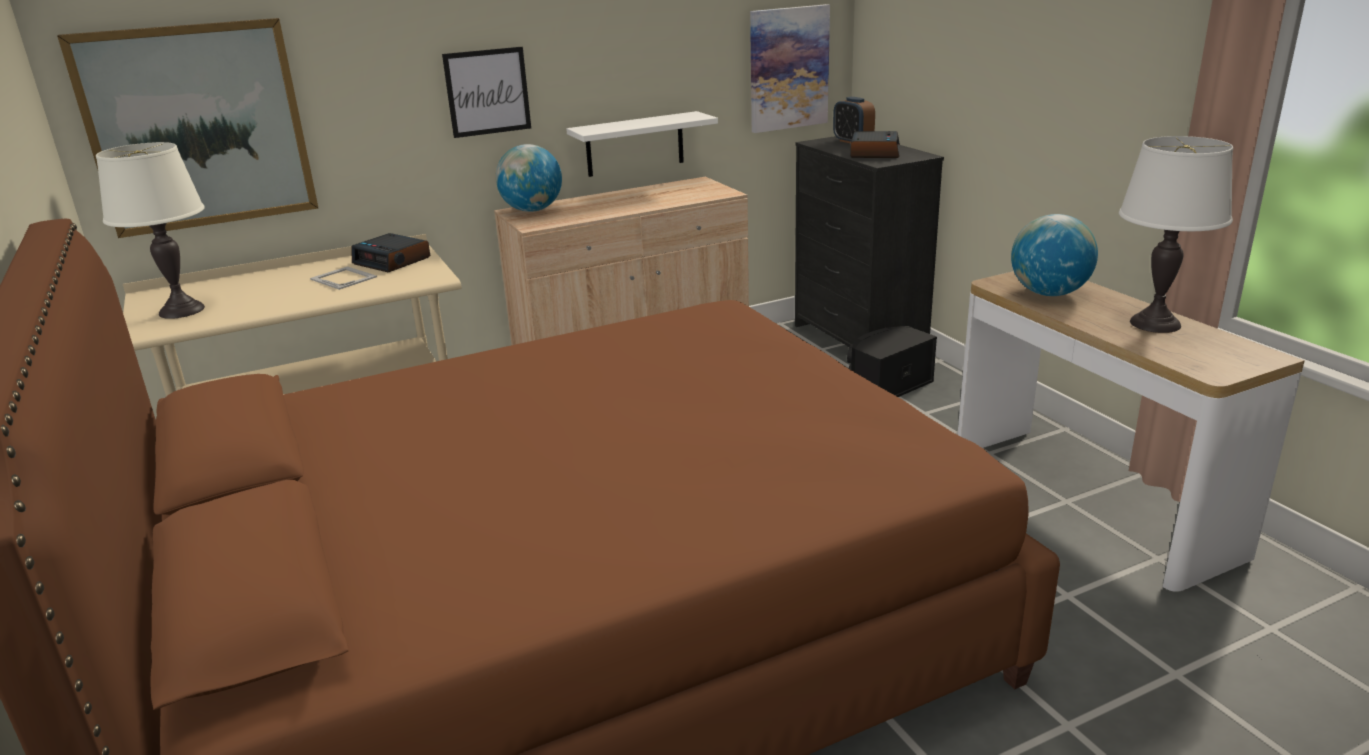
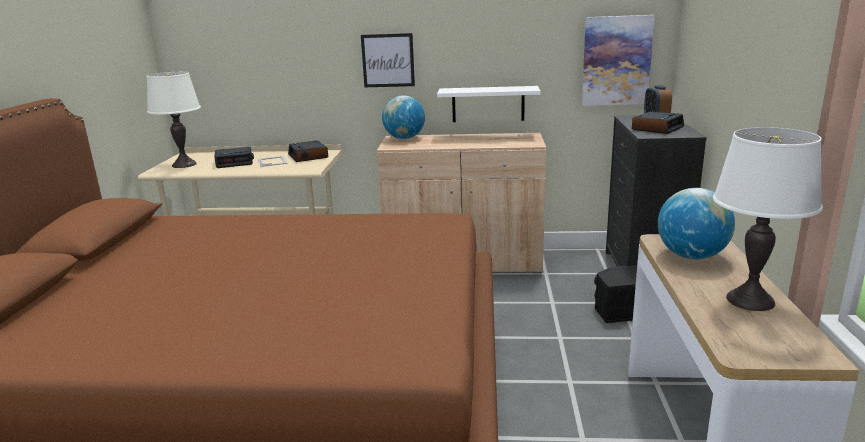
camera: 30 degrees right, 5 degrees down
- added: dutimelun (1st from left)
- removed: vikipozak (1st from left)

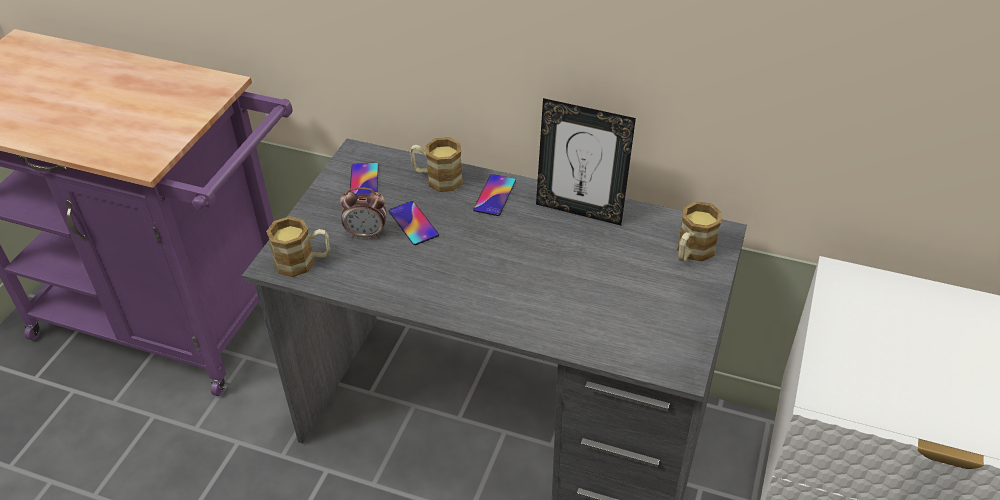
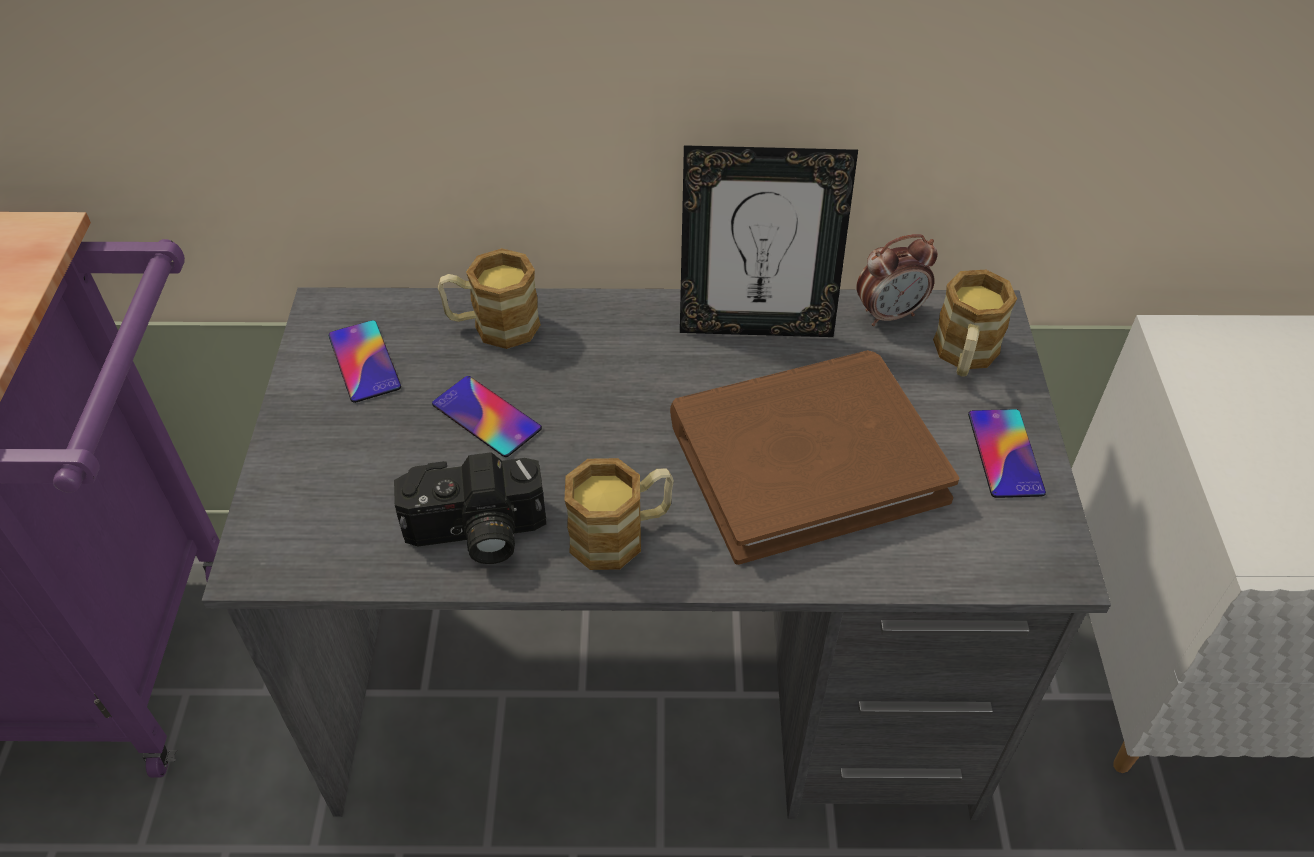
camera: 20 degrees left, 5 degrees up
- added: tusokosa
- moved: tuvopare (1st from left in the first image) to tuvopare (2nd from left)
- added: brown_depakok
- moved: dutimelun
- moved: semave (3rd from left)

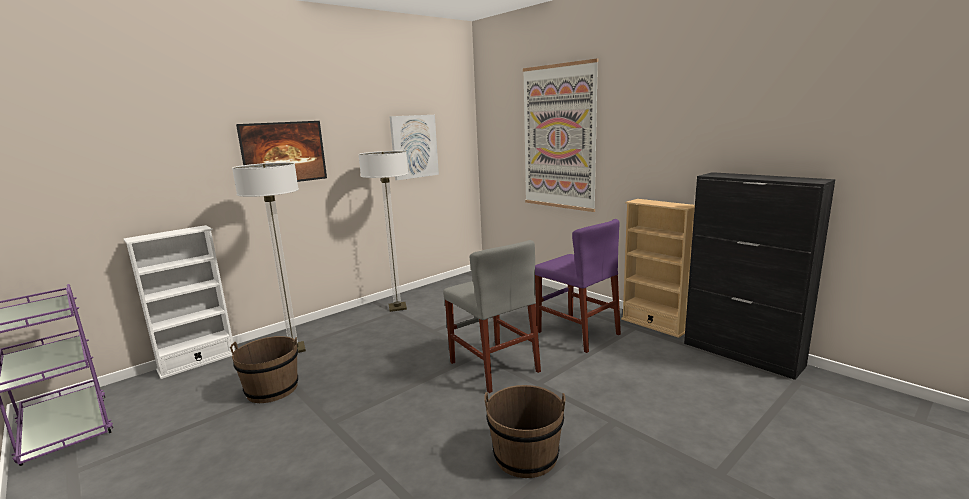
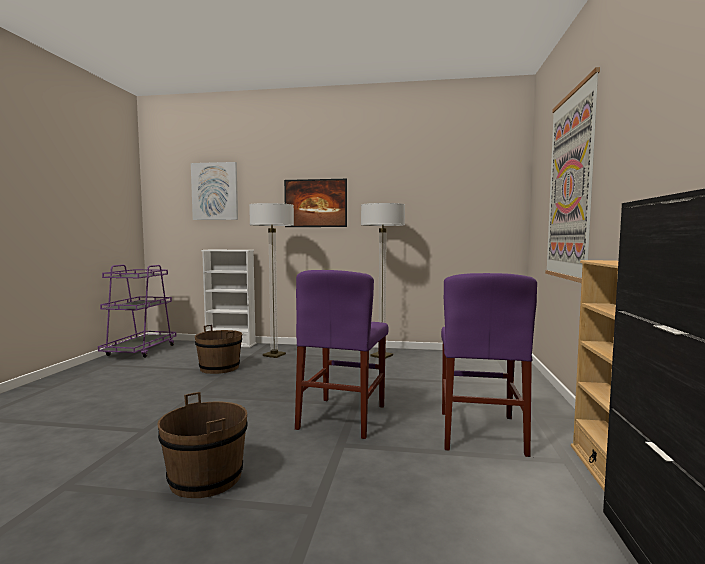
camera: 50 degrees right, 10 degrees down
- moved: vikipozak (2nd from left in the first image) to vikipozak (1st from left)
- recoloured: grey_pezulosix to purple_pezulosix (1st from left)

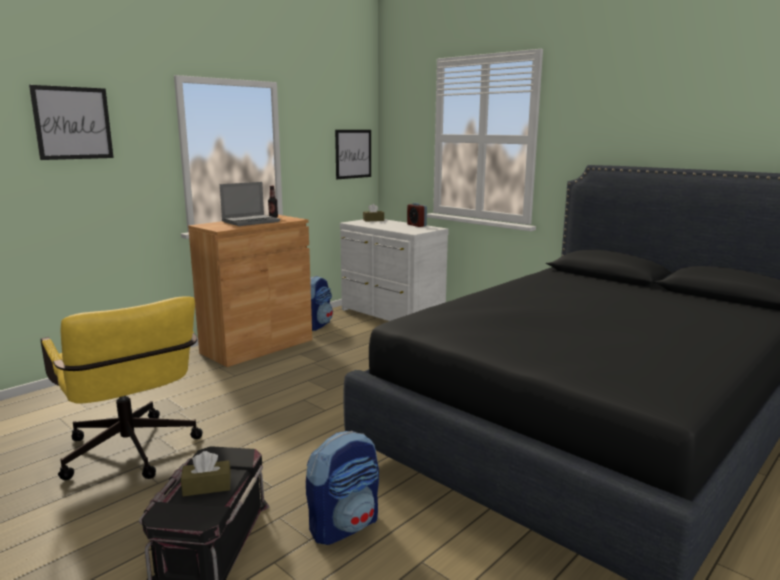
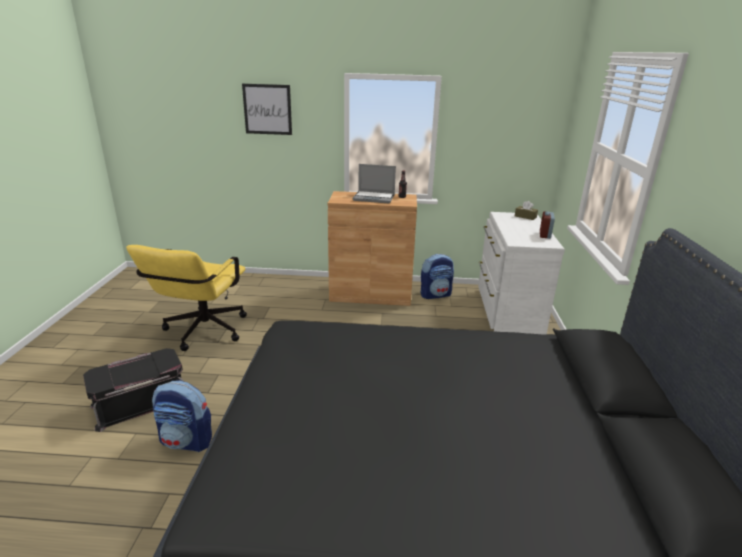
camera: 50 degrees right, 10 degrees up
- removed: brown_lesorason (1st from left)
- removed: vikipozak (2nd from left)

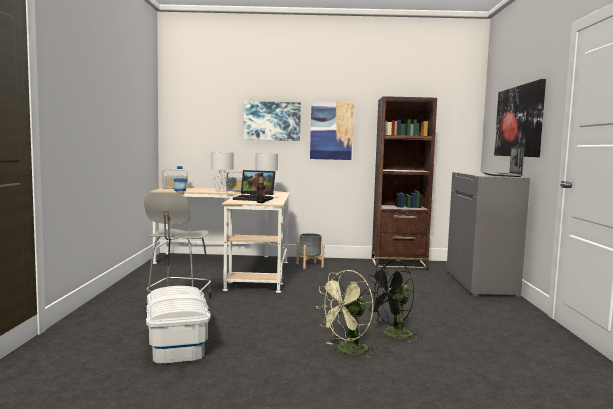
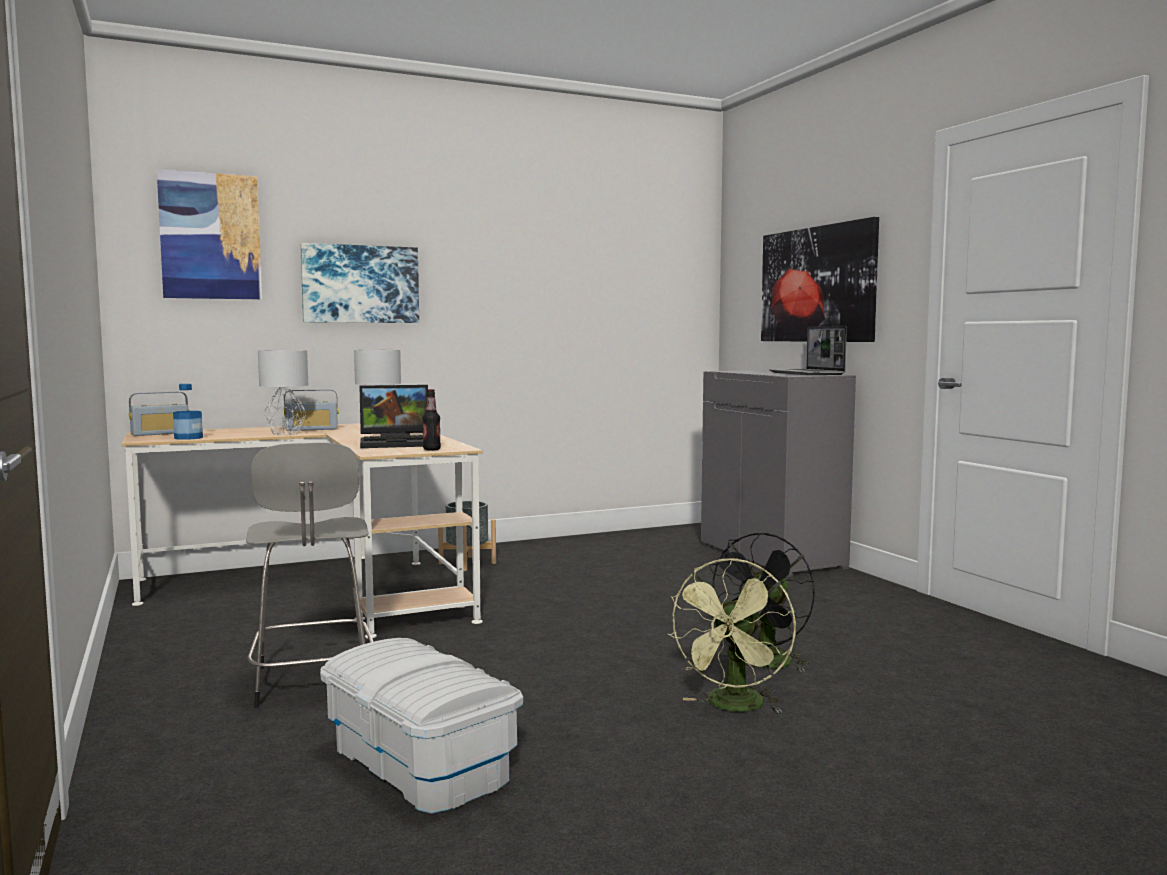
camera: 25 degrees left, 0 degrees up
- moved: vikipozak (2nd from left in the first image) to vikipozak (1st from left)
- removed: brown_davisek

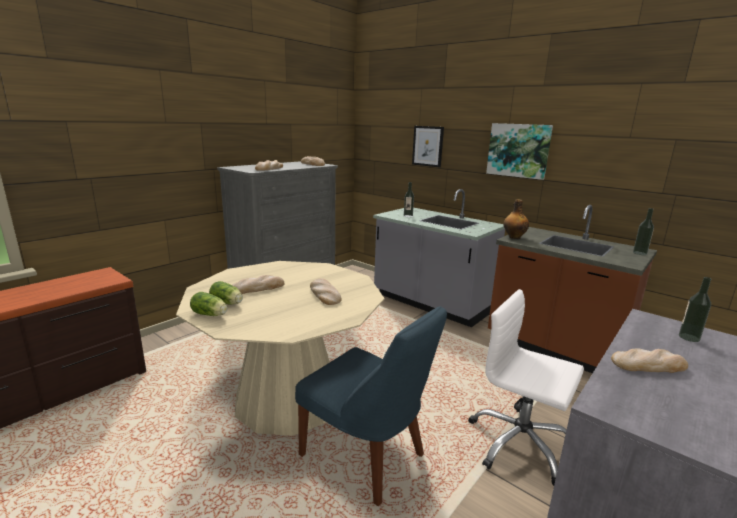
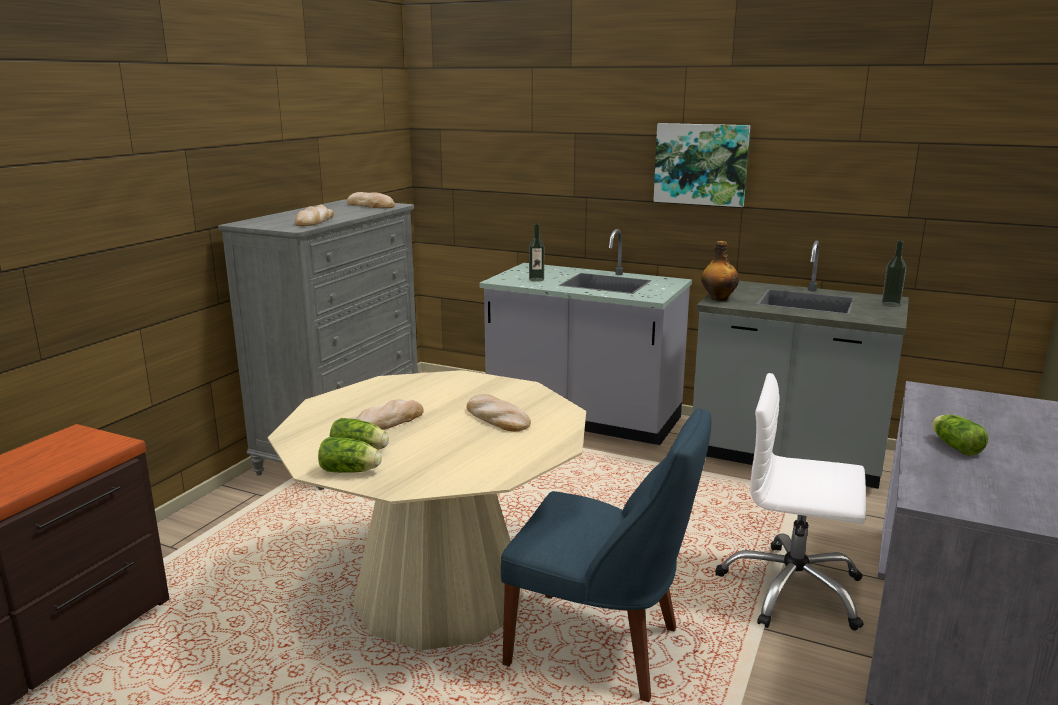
camera: 15 degrees left, 0 degrees up
- recoloured: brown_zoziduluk to grey_zoziduluk (2nd from left)
- replaced: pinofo (5th from left) to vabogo (3rd from left)
- removed: vikipozak (1st from left)
- removed: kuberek (4th from left)

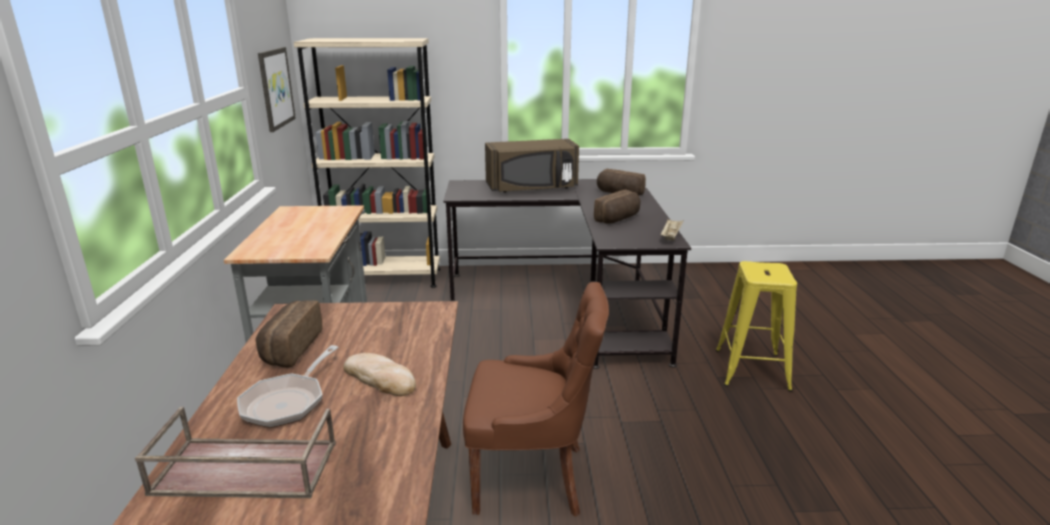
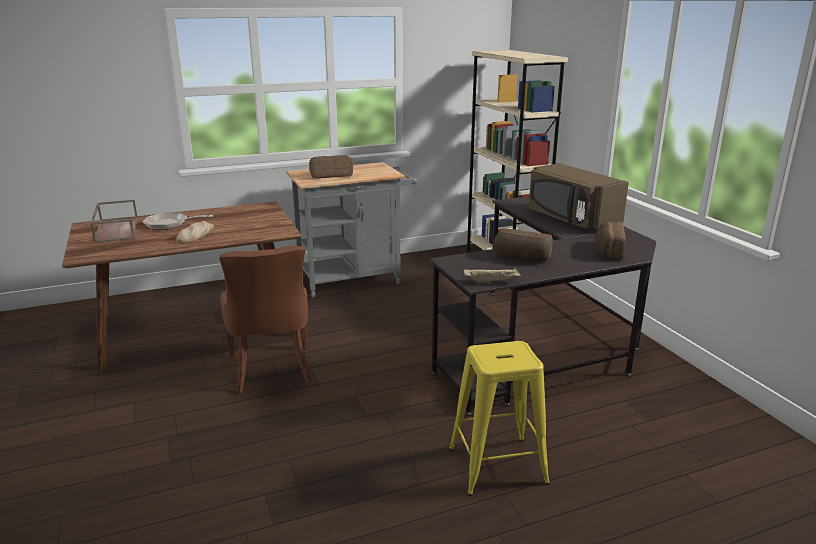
camera: 70 degrees right, 0 degrees up
- moved: pinofo (1st from left in the first image) to pinofo (2nd from left)
- removed: vikipozak

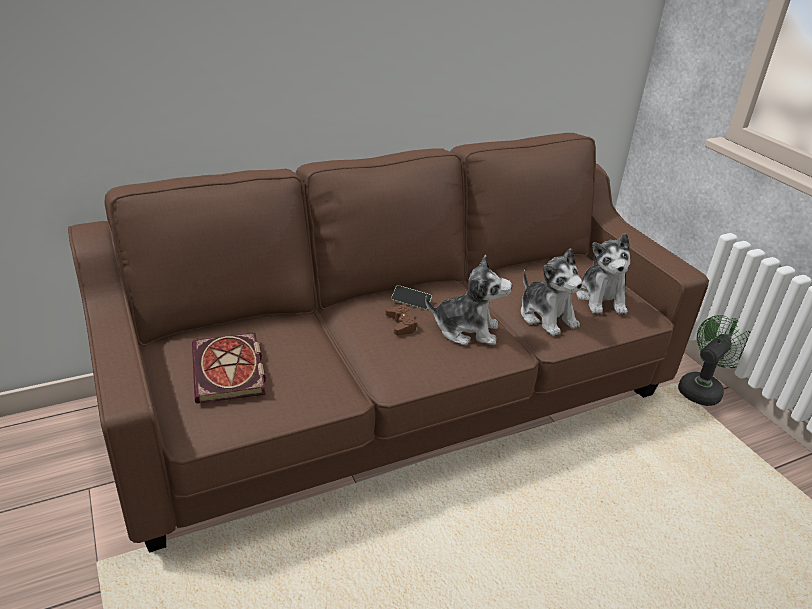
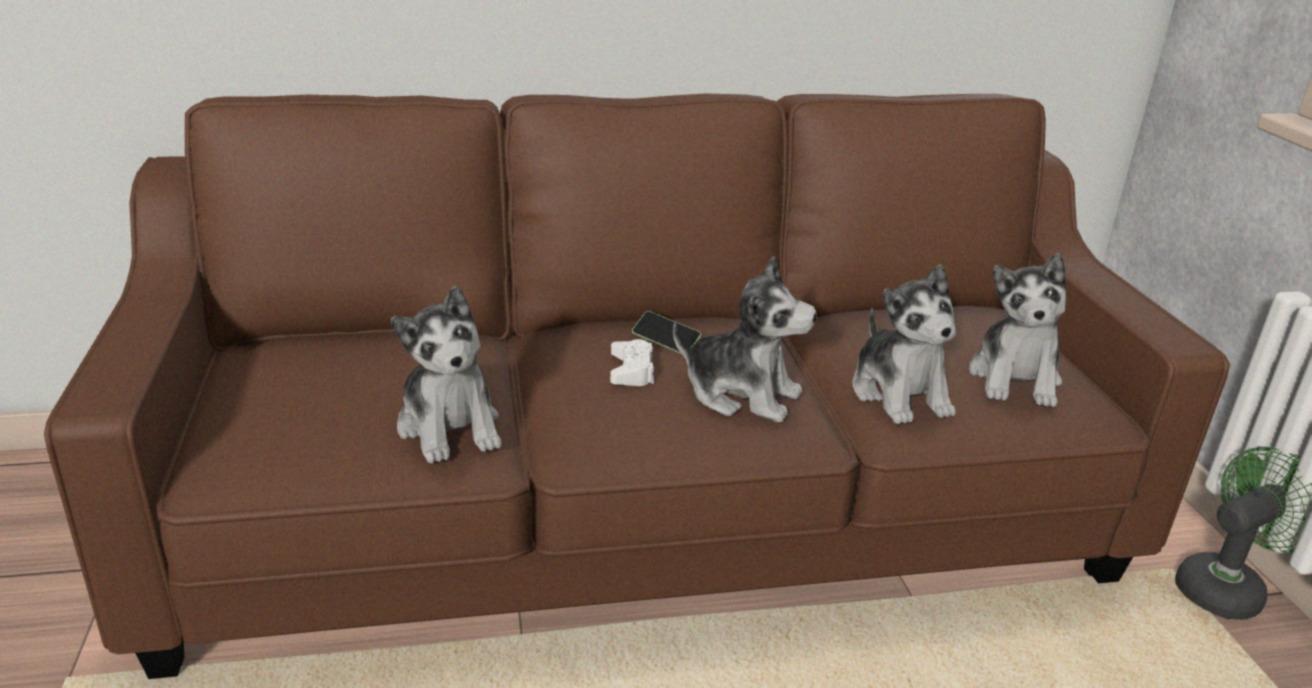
camera: 15 degrees right, 5 degrees down
- added: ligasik (1st from left)
- recoloured: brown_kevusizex to white_kevusizex
- removed: depakok

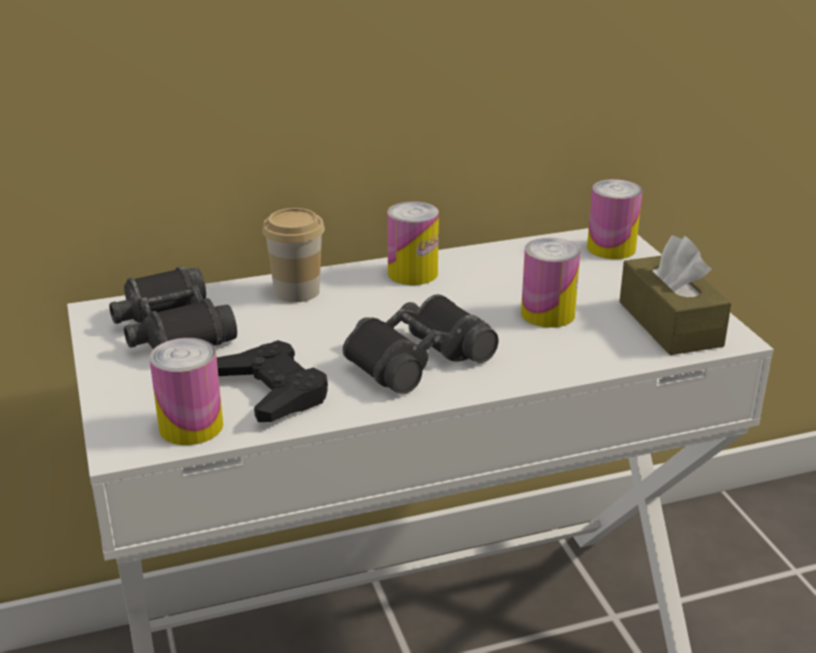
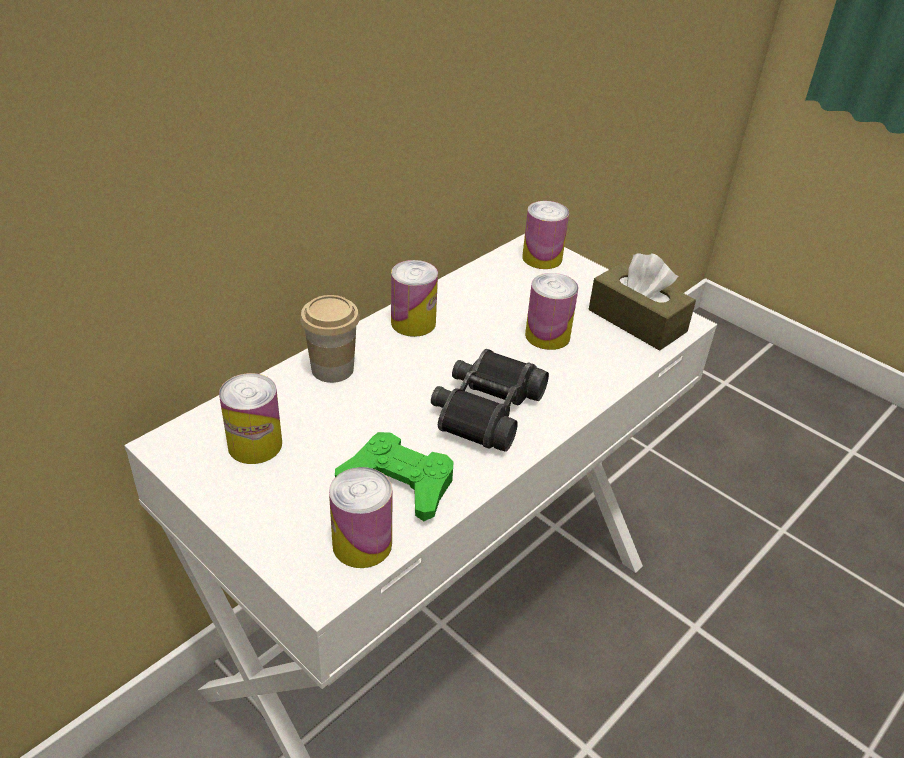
camera: 30 degrees left, 10 degrees up
- replaced: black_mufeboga (1st from left) to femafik (1st from left)
- recoloured: black_kevusizex to green_kevusizex

